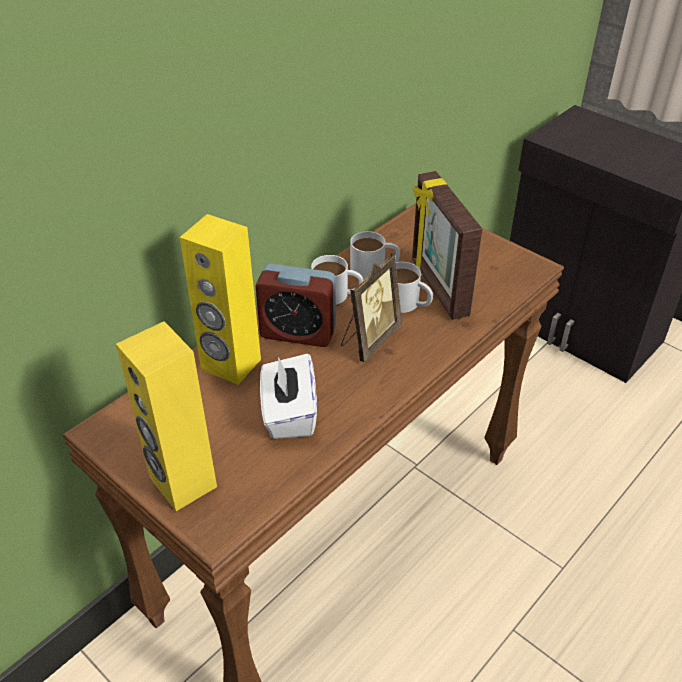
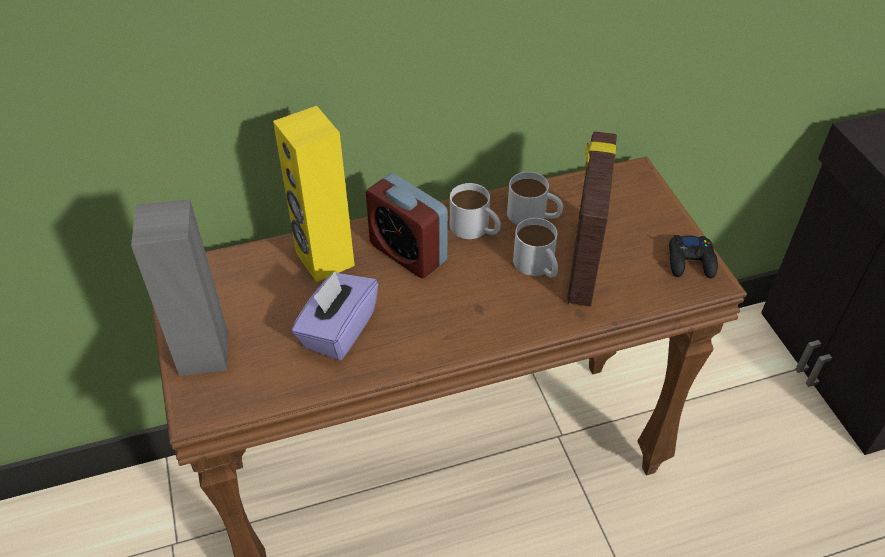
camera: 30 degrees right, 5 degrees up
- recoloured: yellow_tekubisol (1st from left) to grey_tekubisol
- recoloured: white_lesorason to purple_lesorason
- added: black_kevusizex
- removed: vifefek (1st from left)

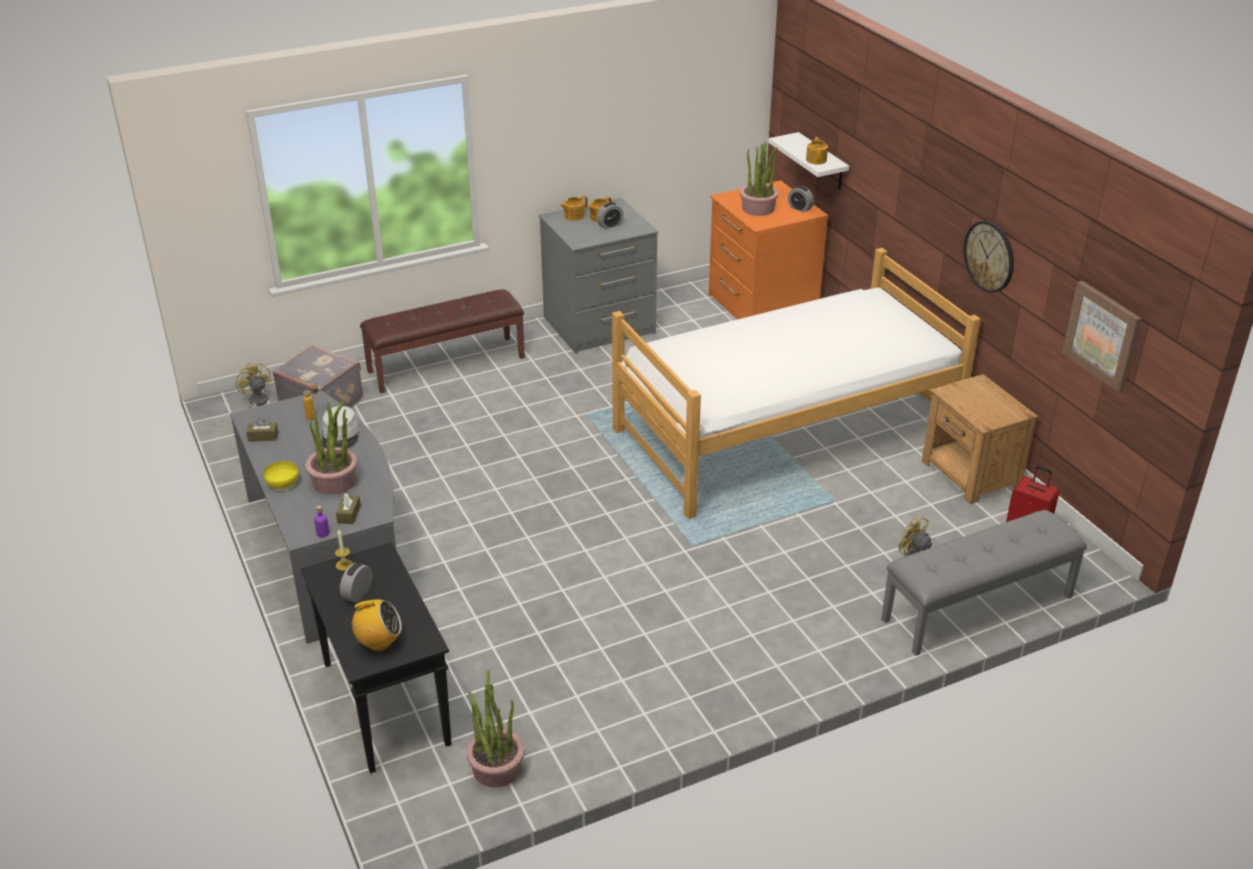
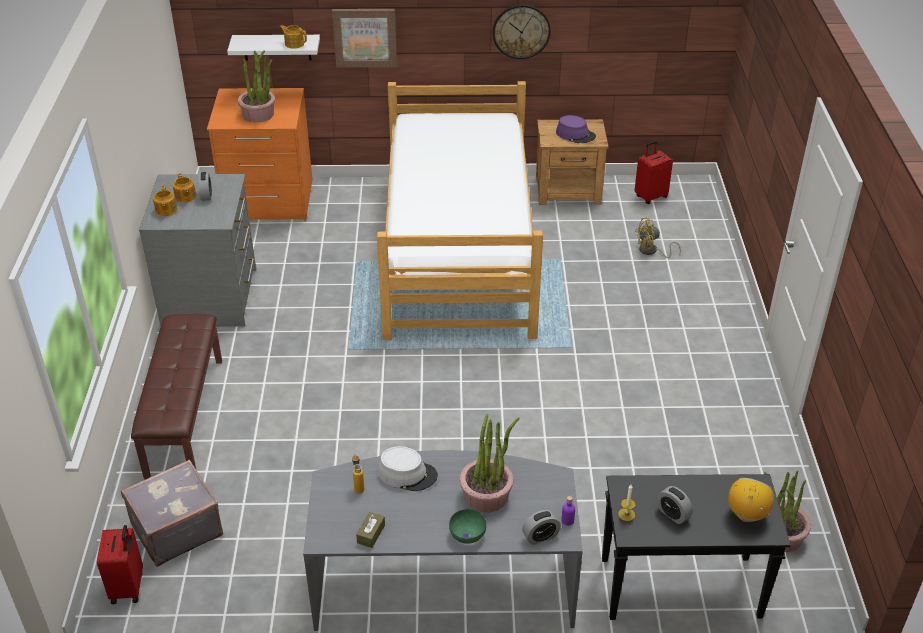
camera: 65 degrees left, 5 degrees up
- replaced: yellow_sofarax (1st from left) to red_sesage (1st from left)
- moved: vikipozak
- recoloured: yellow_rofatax to green_rofatax
- moved: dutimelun (3rd from left in the first image) to dutimelun (2nd from left)
- added: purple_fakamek
- removed: brown_lesorason (2nd from left)
- removed: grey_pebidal

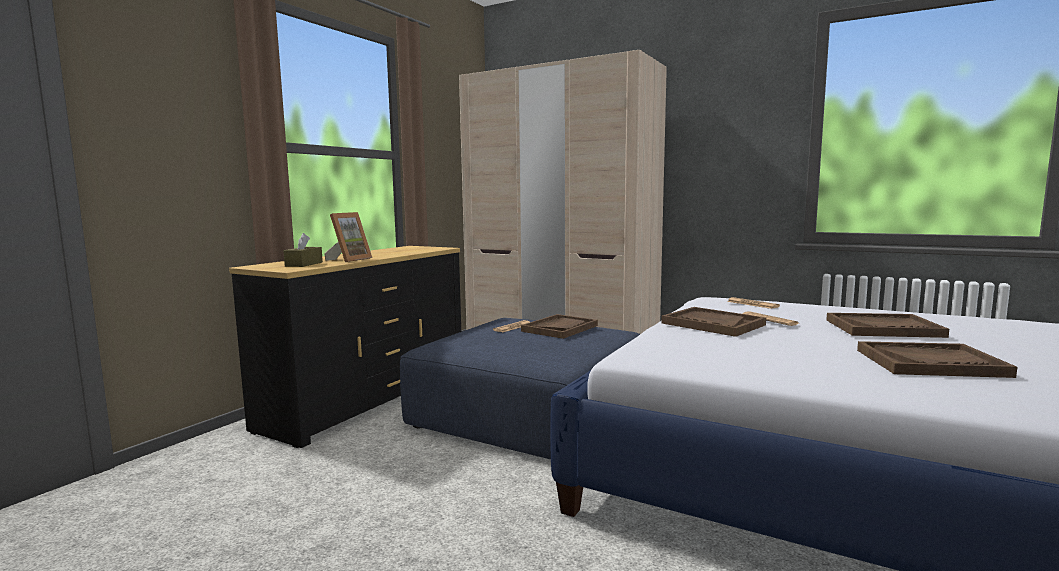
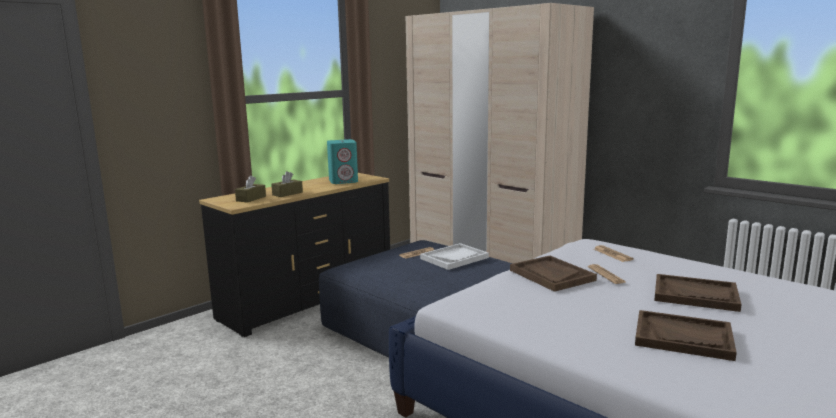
camera: 15 degrees right, 5 degrees up
- replaced: vifefek to brown_lesorason (2nd from left)
- added: turquoise_tekubisol
- recoloured: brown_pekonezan (1st from left) to white_pekonezan

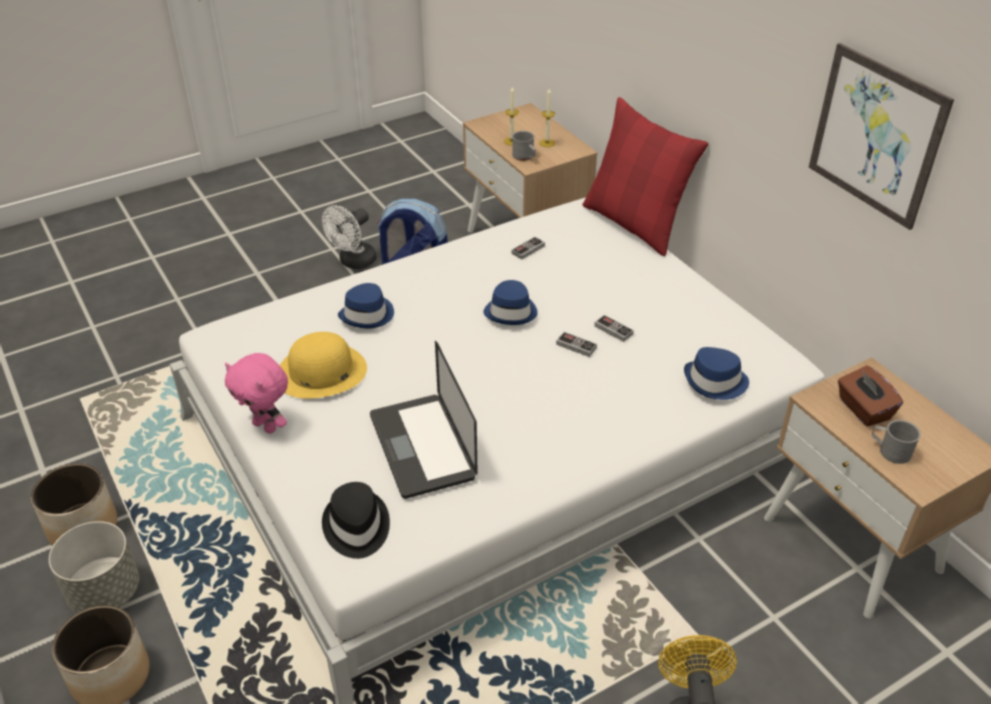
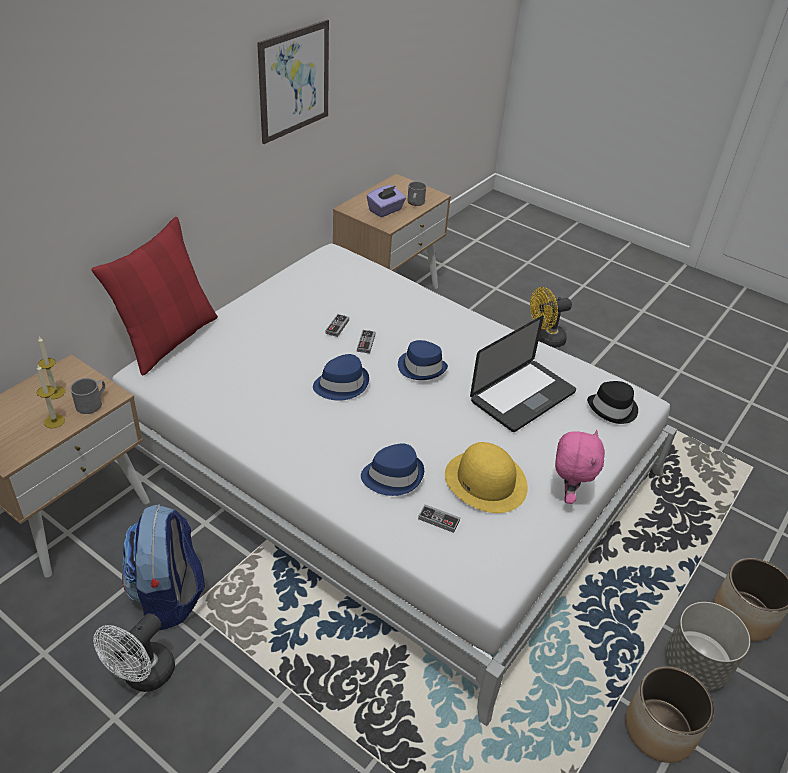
camera: 115 degrees left, 0 degrees up
- turned: white_sofarax 105 degrees clockwise
- recoloured: brown_lesorason to purple_lesorason
- moved: blue_fakamek (3rd from left)
- moved: kevusizex (1st from left in the first image) to kevusizex (3rd from left)

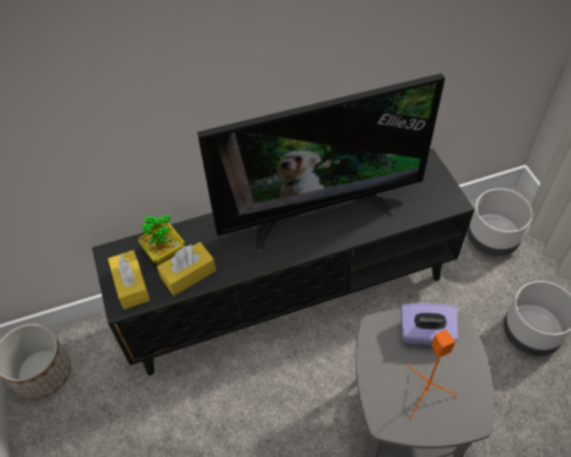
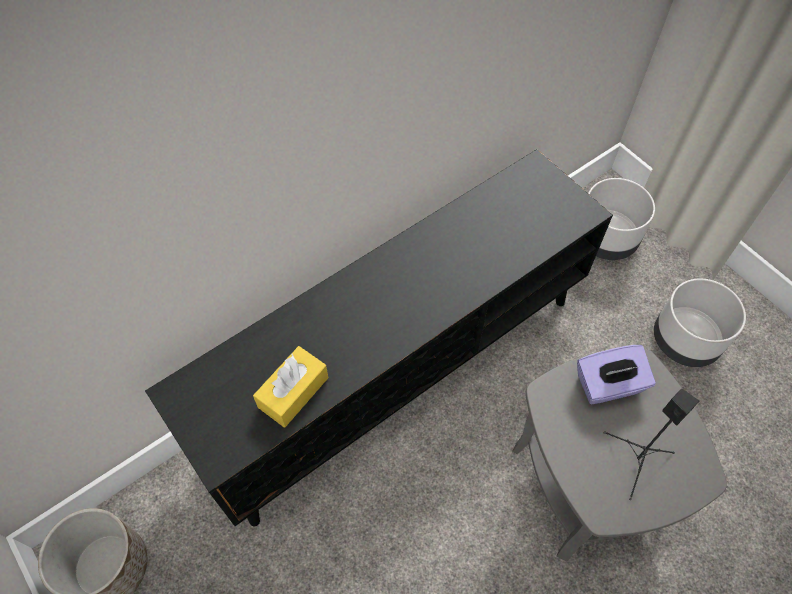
camera: 20 degrees left, 5 degrees up
- recoloured: orange_tekubisol to black_tekubisol
- removed: yellow_lesorason (1st from left)
- removed: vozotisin
- removed: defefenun

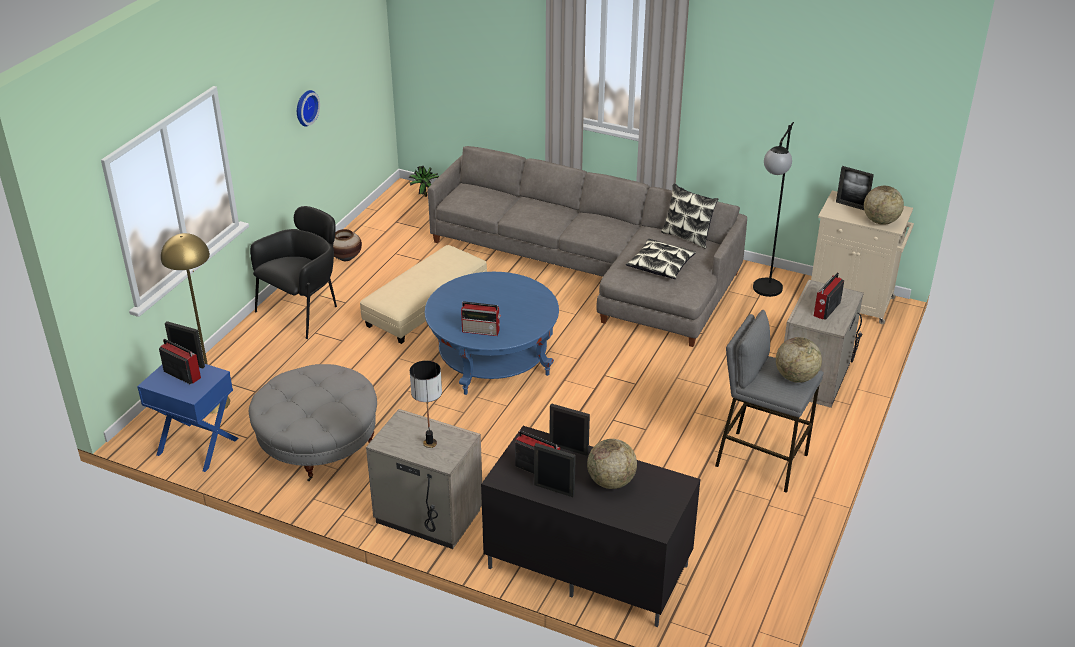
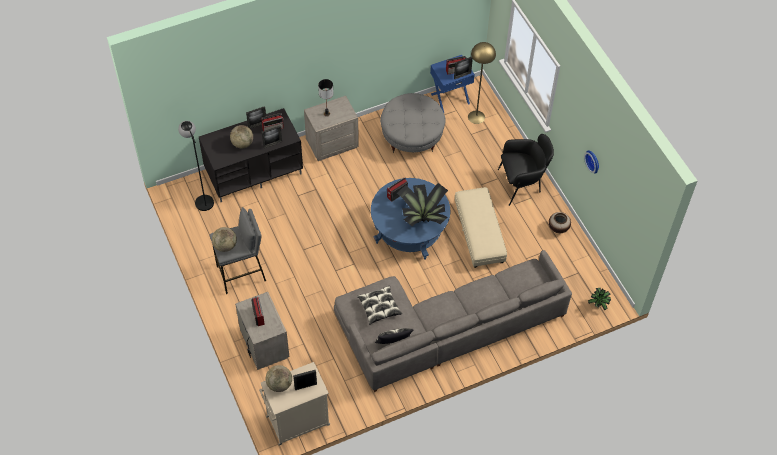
camera: 130 degrees right, 20 degrees up
- moved: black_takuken
- added: vozotisin (1st from left)
- turned: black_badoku 90 degrees counterclockwise

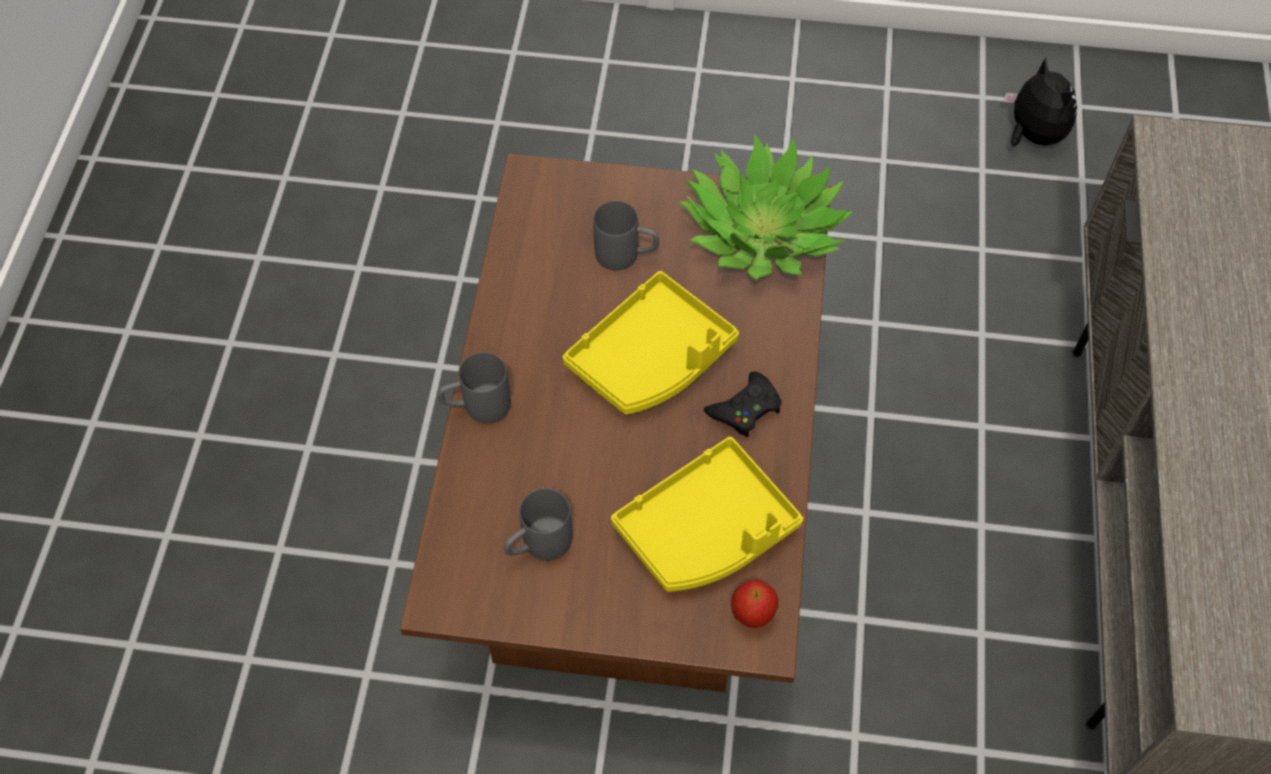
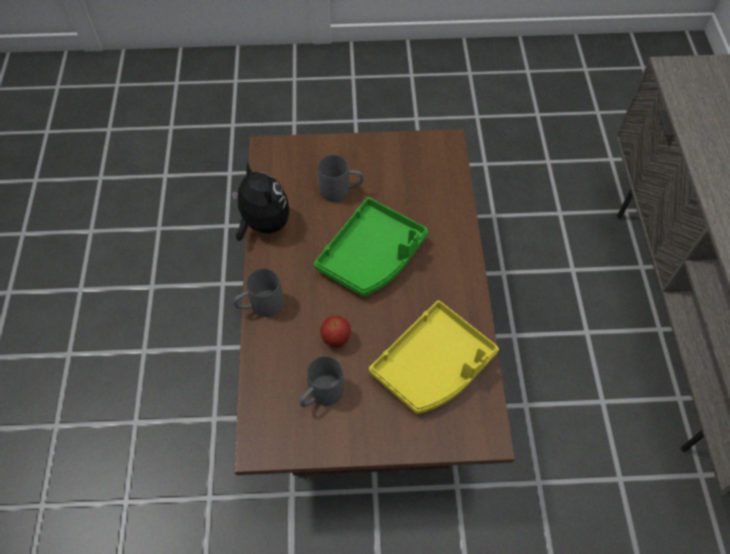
camera: 10 degrees left, 0 degrees up
- moved: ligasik
- recoloured: yellow_pekonezan (1st from left) to green_pekonezan
- moved: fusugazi
- removed: vozotisin
- removed: black_kevusizex

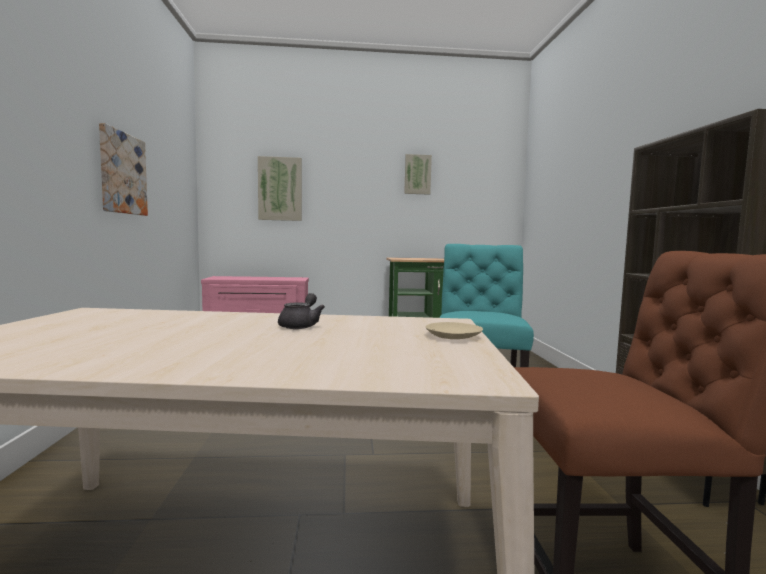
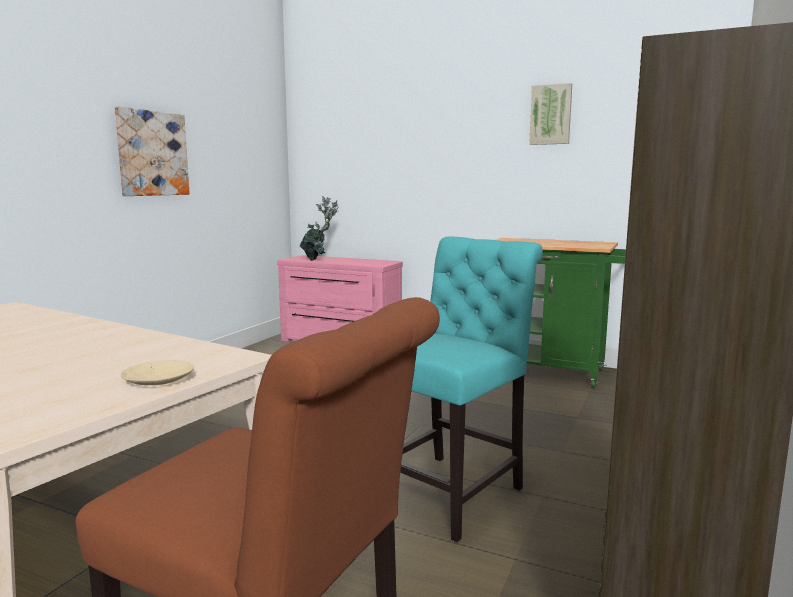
camera: 30 degrees right, 5 degrees up
- added: vozotisin
- removed: vikipozak (2nd from left)
- removed: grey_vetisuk

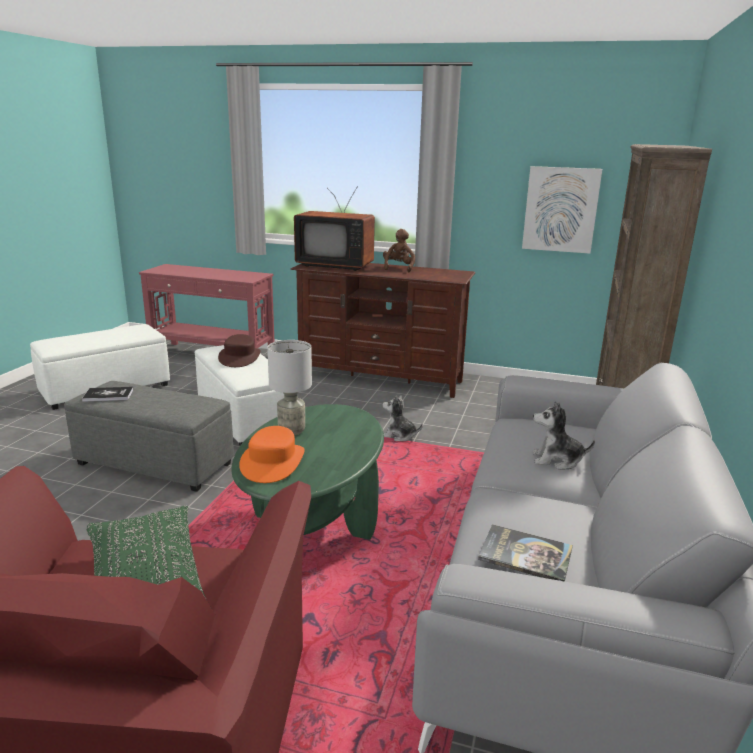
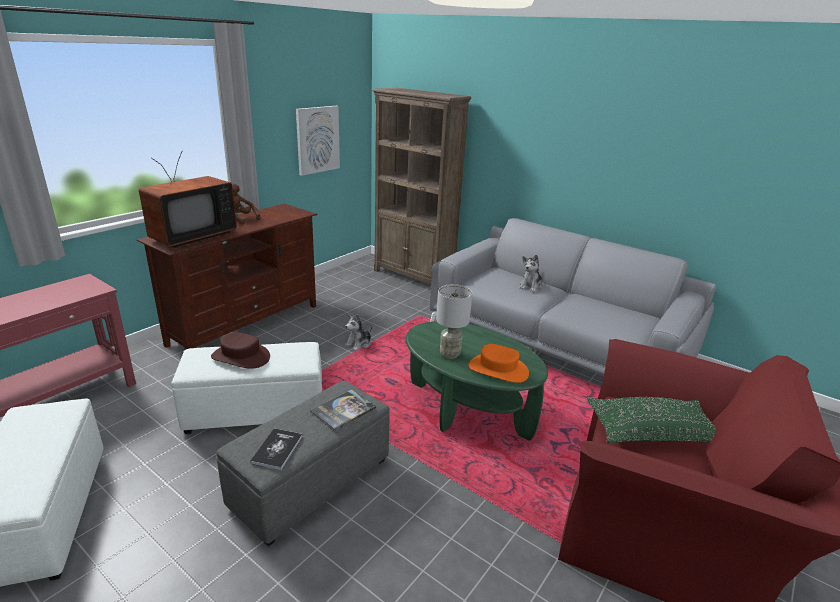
camera: 70 degrees left, 5 degrees up
- moved: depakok (2nd from left)

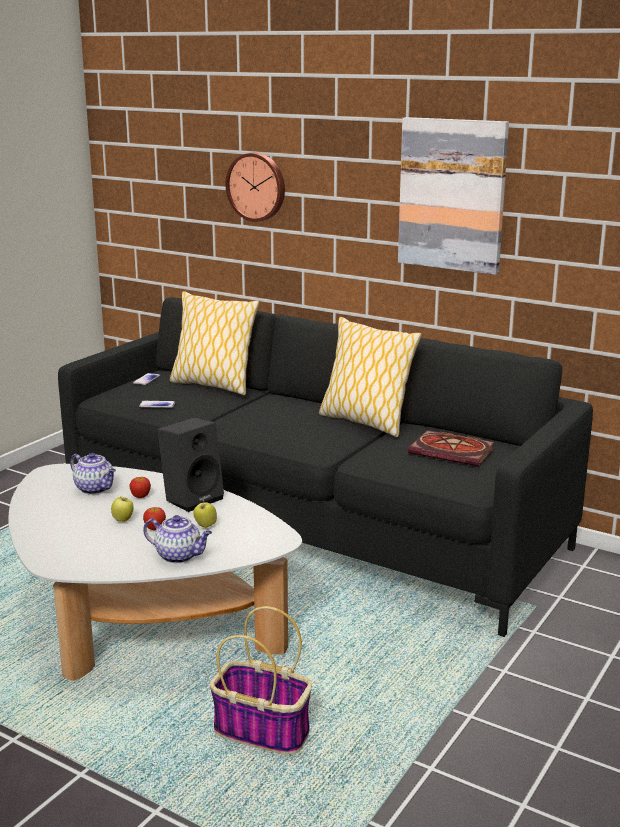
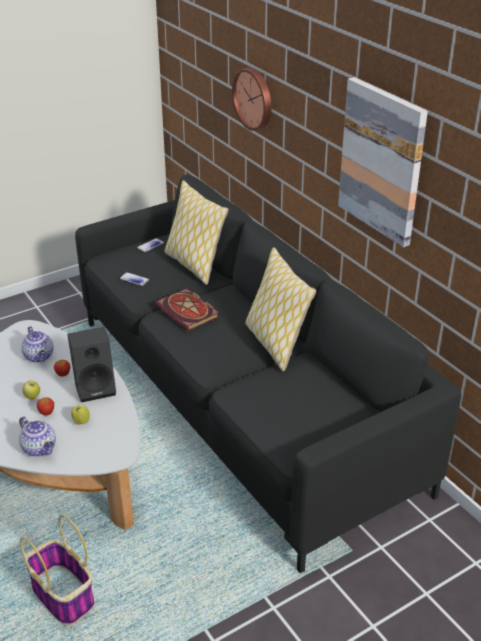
camera: 25 degrees right, 15 degrees up
- moved: depakok

